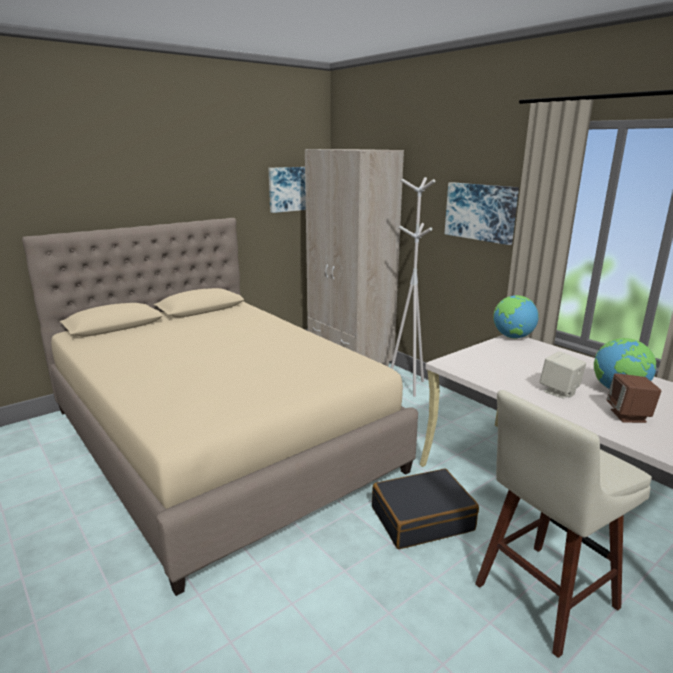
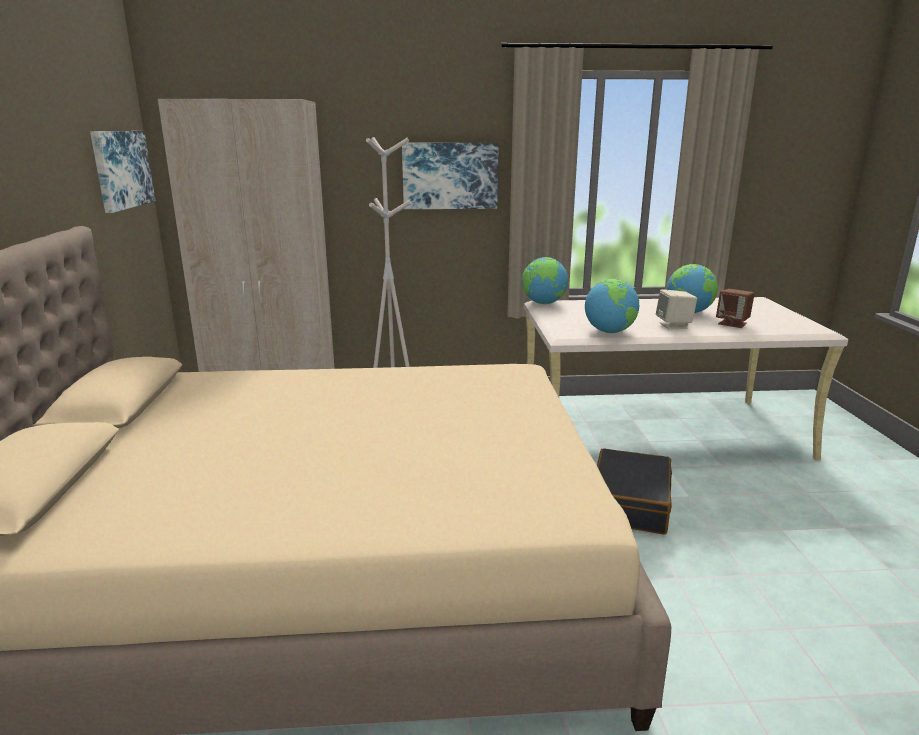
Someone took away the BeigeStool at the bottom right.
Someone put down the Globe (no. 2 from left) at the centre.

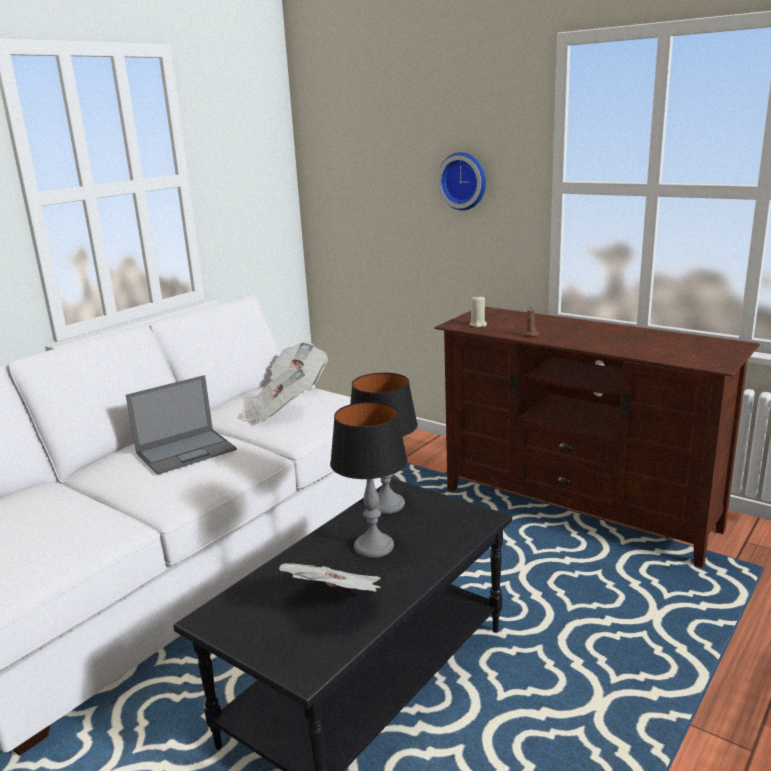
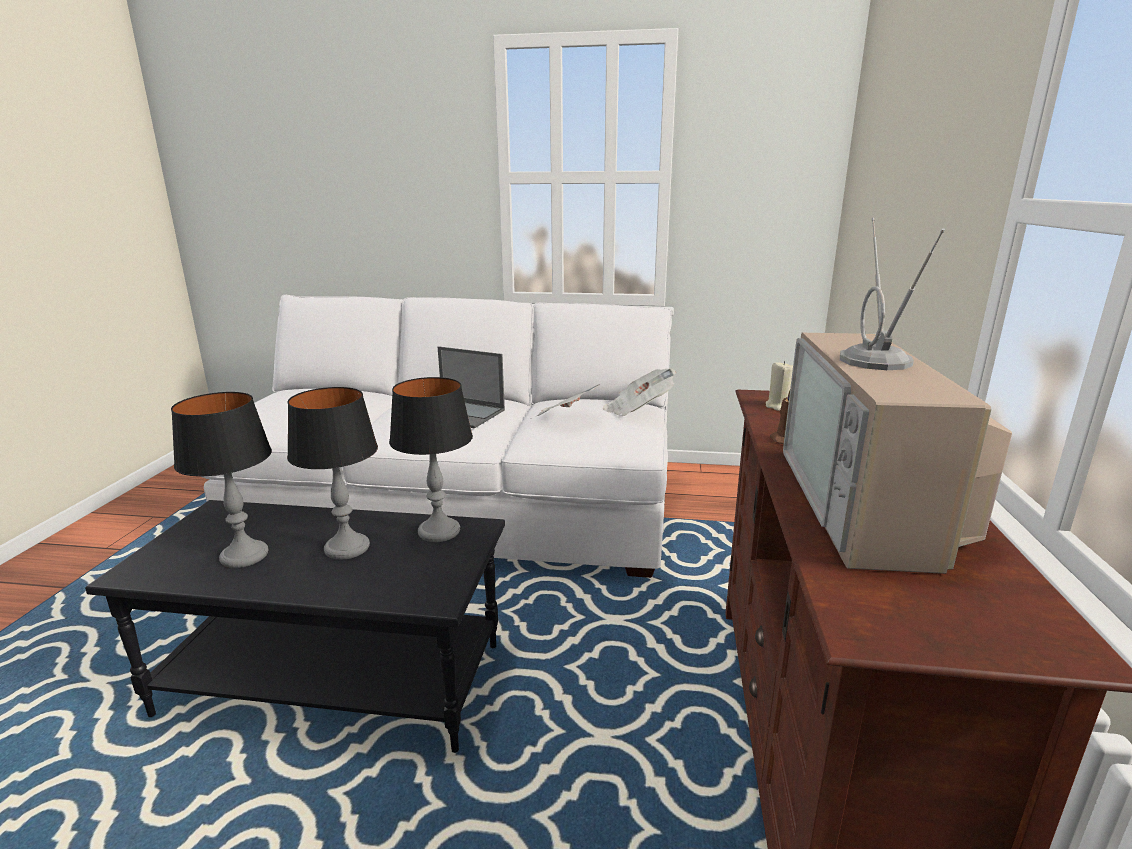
Someone took away the WallClock at the top centre.
Someone put down the Television at the middle right.
Someone swapped the Newspaper (no. 3 from left) at the bottom centre for the TableLamp (no. 1 from left) at the middle left.

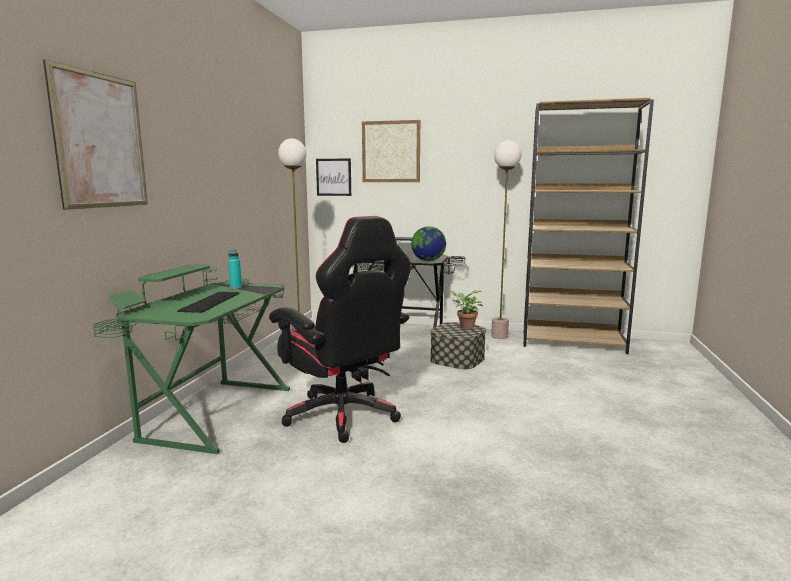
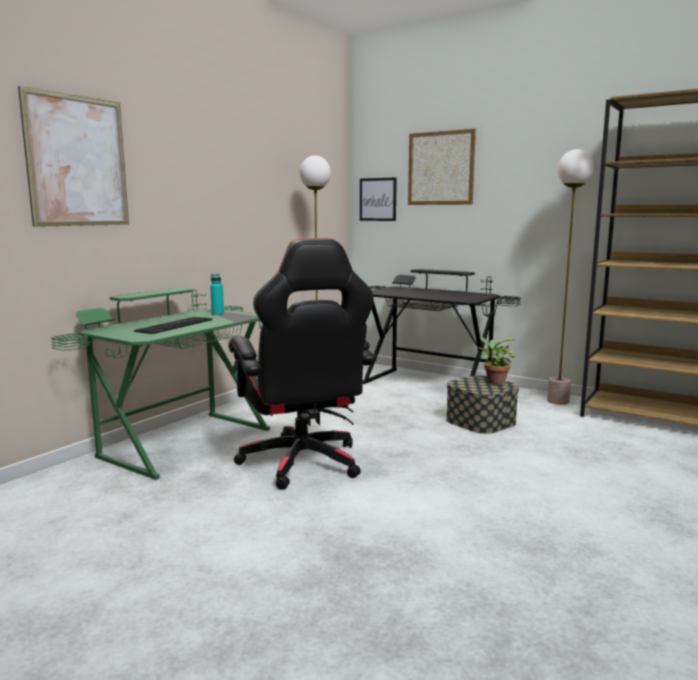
Someone took away the Globe at the centre.

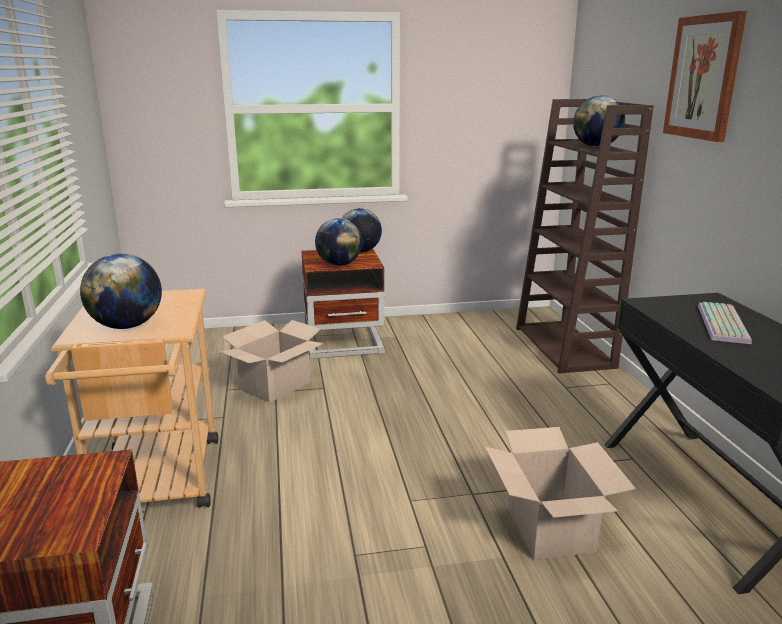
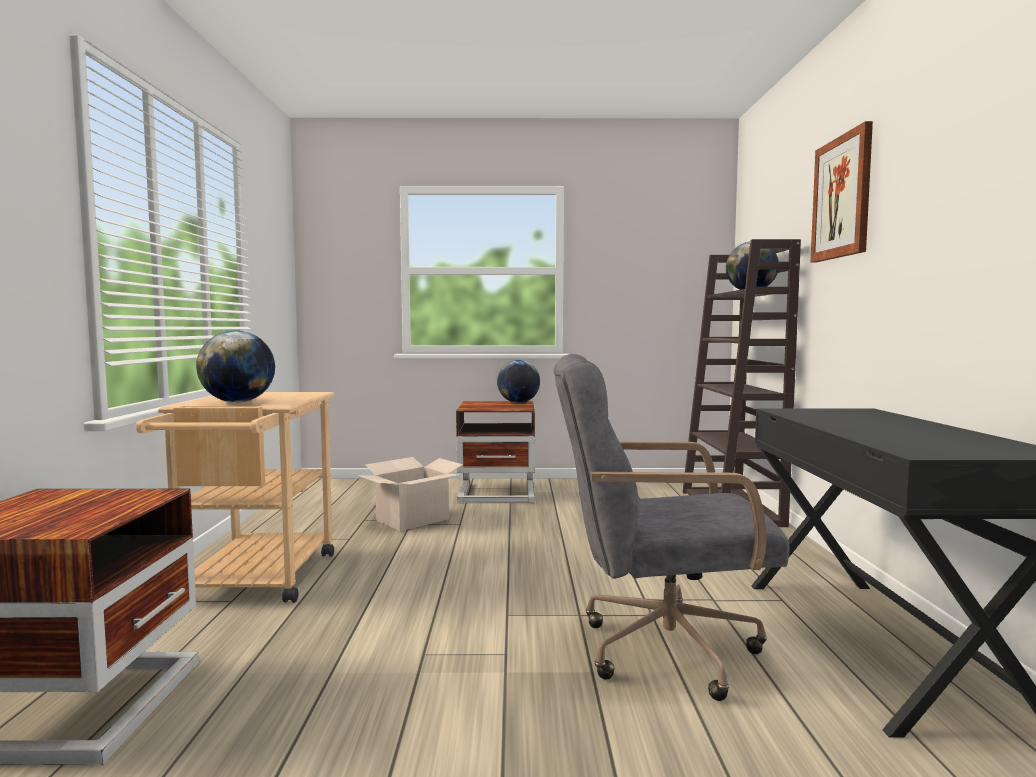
Someone took away the Globe (no. 2 from left) at the centre.
Someone took away the Keyboard at the middle right.
Someone swapped the CardboardBox (no. 2 from left) at the bottom right for the GreyOfficeChair at the bottom centre.

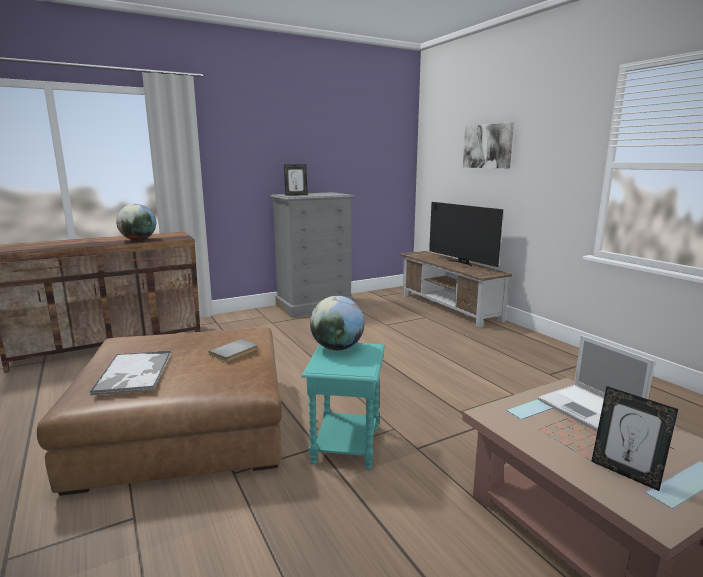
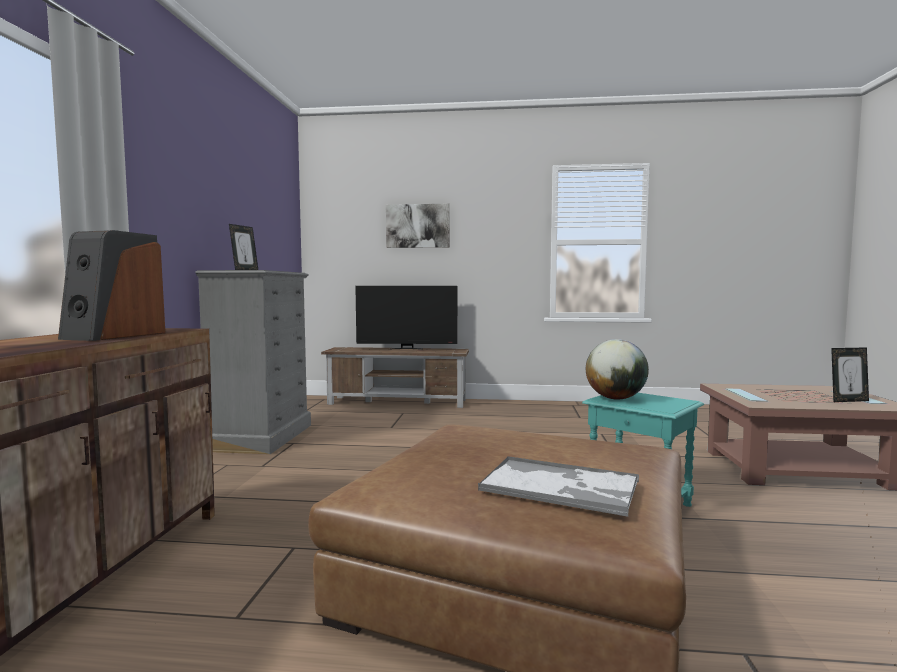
Someone took away the GreyBook at the middle left.
Someone took away the Laptop at the middle right.
Someone swapped the Globe (no. 1 from left) at the middle left for the Speaker at the middle left.

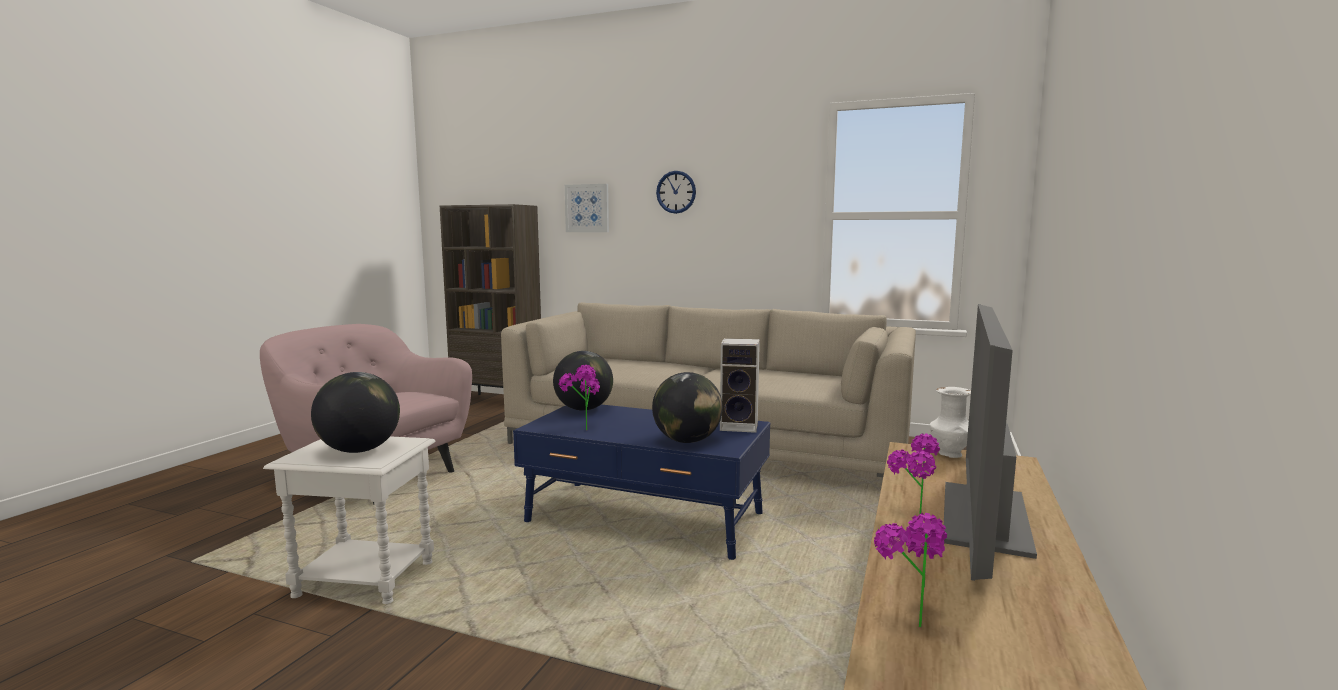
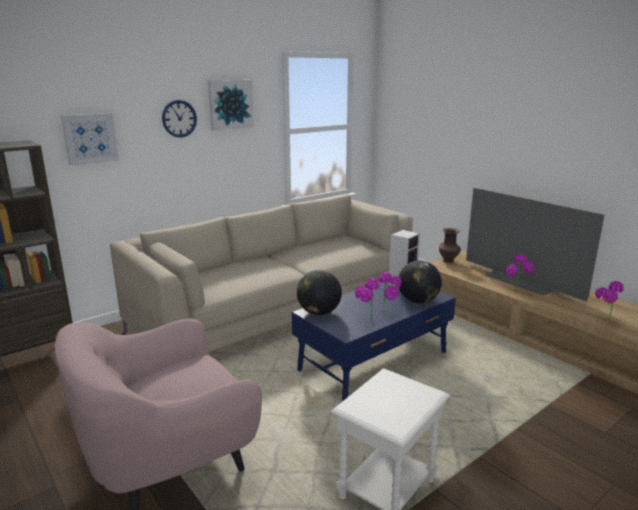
Someone took away the Globe (no. 1 from left) at the middle left.
Someone put up the Picture (no. 2 from left) at the top centre.
Someone put down the PottedPlant (no. 2 from left) at the centre.
Someone repainted the WhiteVase at the middle right, which became the BrownVase at the middle right.

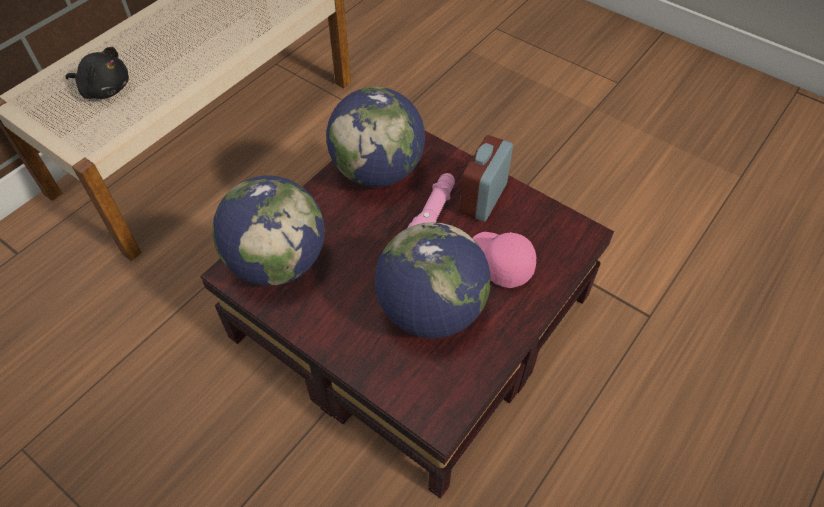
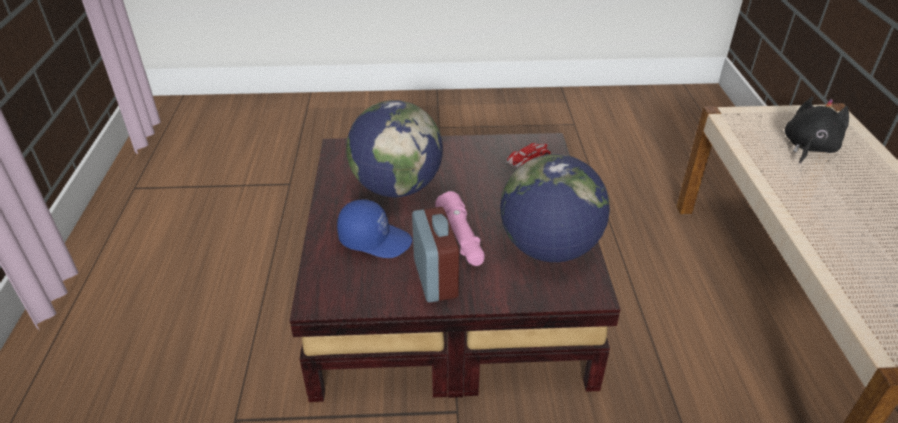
Someone swapped the Globe (no. 1 from left) at the middle left for the ToyCar at the centre.
Someone repainted the PinkCap at the centre, which became the BlueCap at the centre.
Someone rotated the BlackPlushToy at the top left by 150 degrees clockwise.

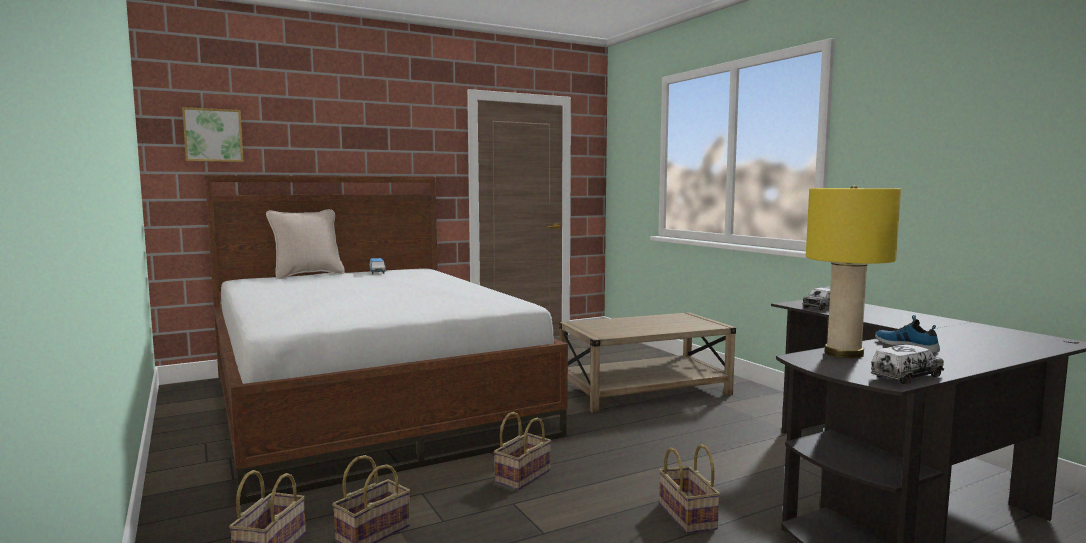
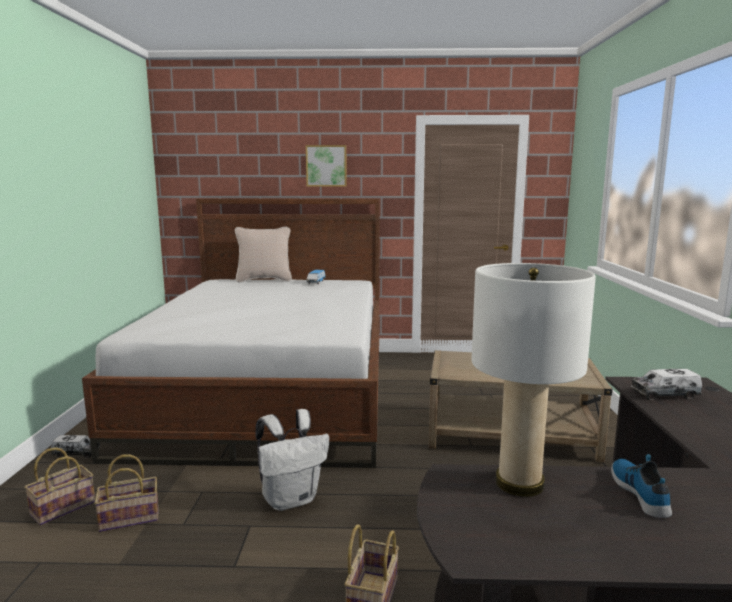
Someone carried the Picture from the top left to the top centre.
Someone carried the ToyTruck (no. 2 from left in the first image) from the bottom right to the bottom left.
Someone swapped the Basket (no. 3 from left) at the bottom centre for the WhiteBackpack at the bottom centre.
Someone repainted the YellowTableLamp at the middle right, which became the WhiteTableLamp at the middle right.

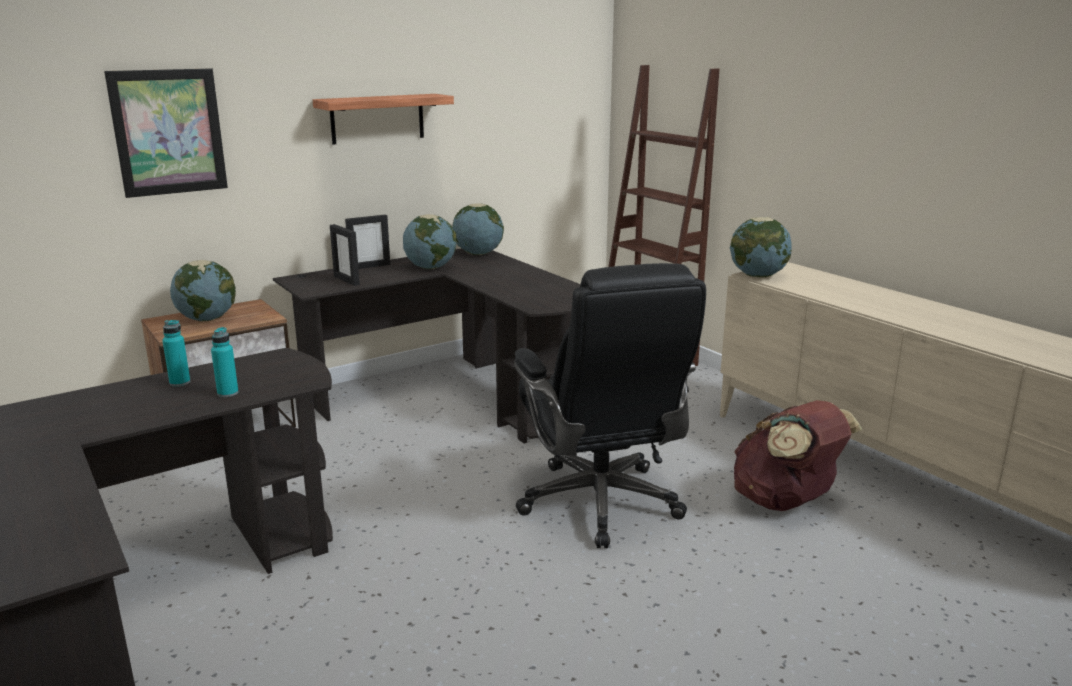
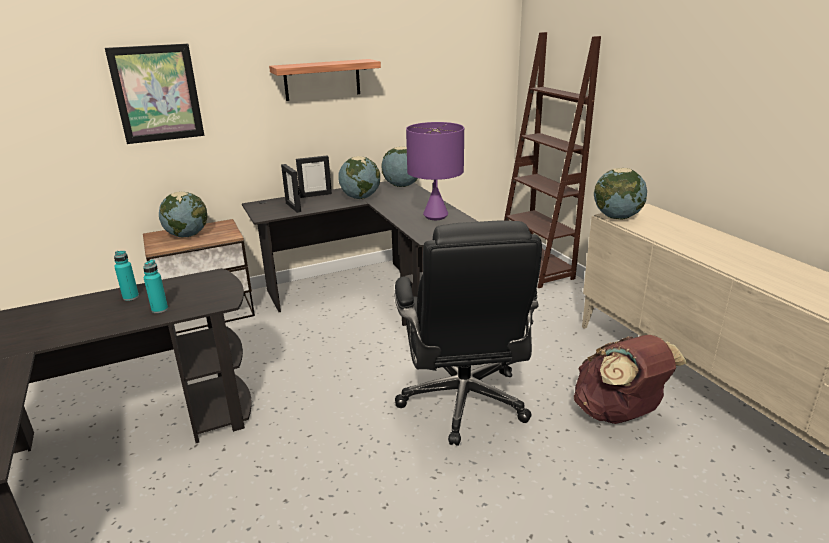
Someone put down the PurpleTableLamp at the top centre.

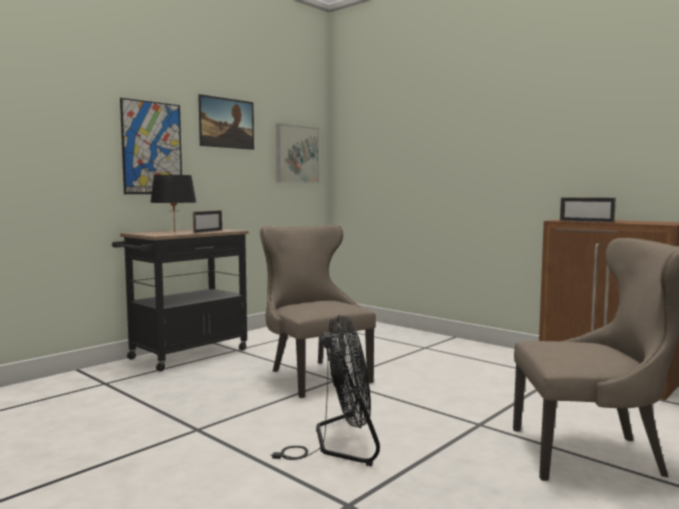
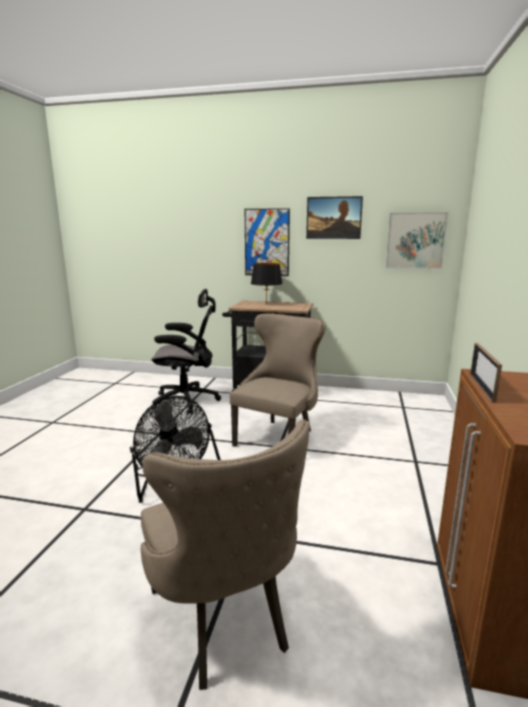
Someone took away the PictureFrame (no. 1 from left) at the middle left.
Someone put down the OfficeChair at the centre.

